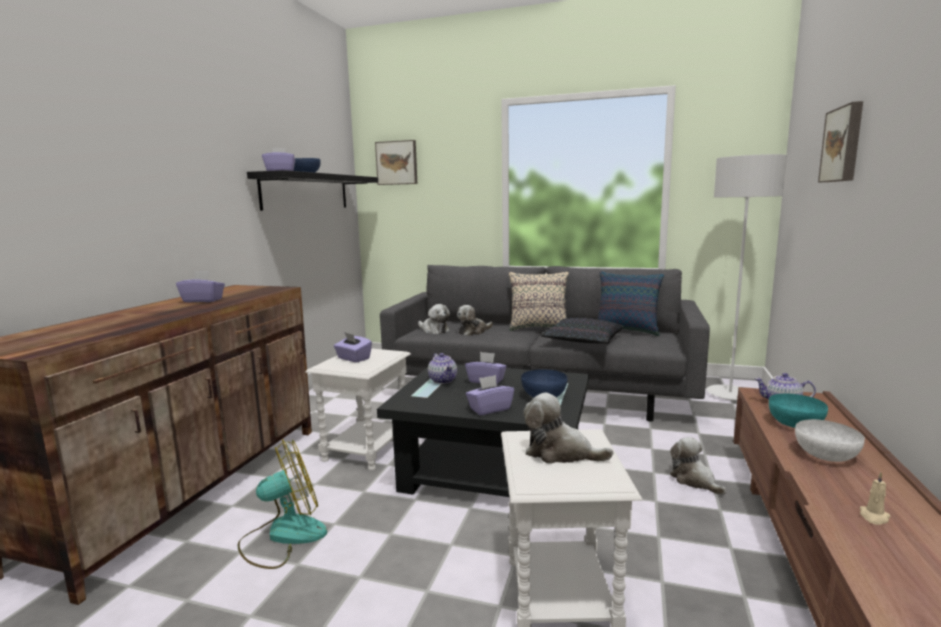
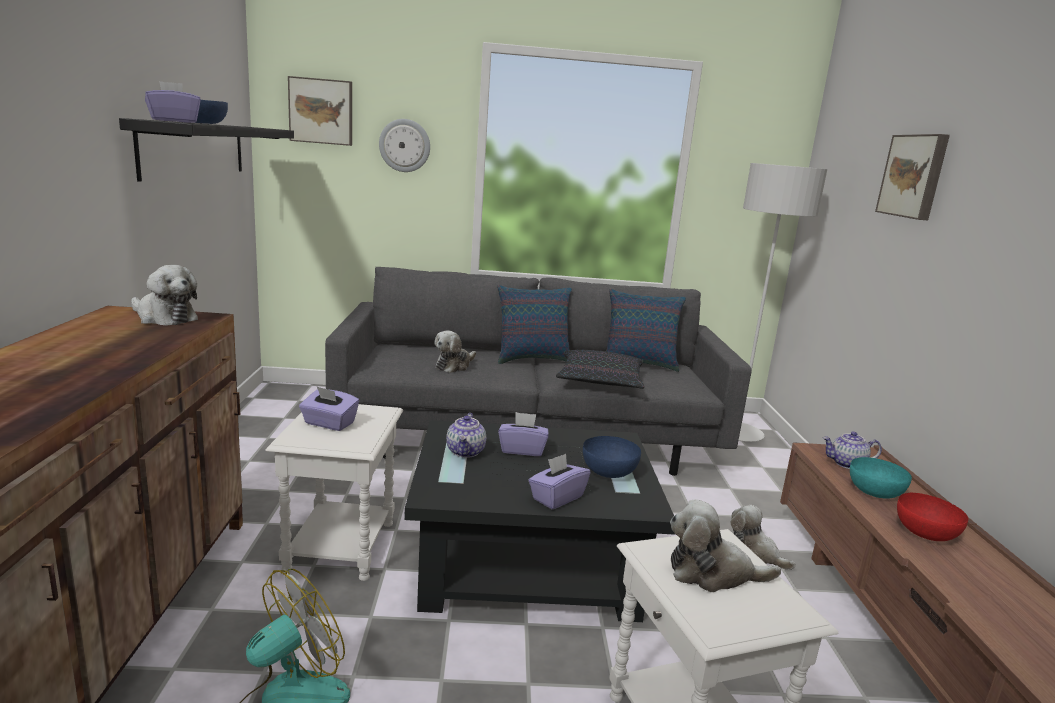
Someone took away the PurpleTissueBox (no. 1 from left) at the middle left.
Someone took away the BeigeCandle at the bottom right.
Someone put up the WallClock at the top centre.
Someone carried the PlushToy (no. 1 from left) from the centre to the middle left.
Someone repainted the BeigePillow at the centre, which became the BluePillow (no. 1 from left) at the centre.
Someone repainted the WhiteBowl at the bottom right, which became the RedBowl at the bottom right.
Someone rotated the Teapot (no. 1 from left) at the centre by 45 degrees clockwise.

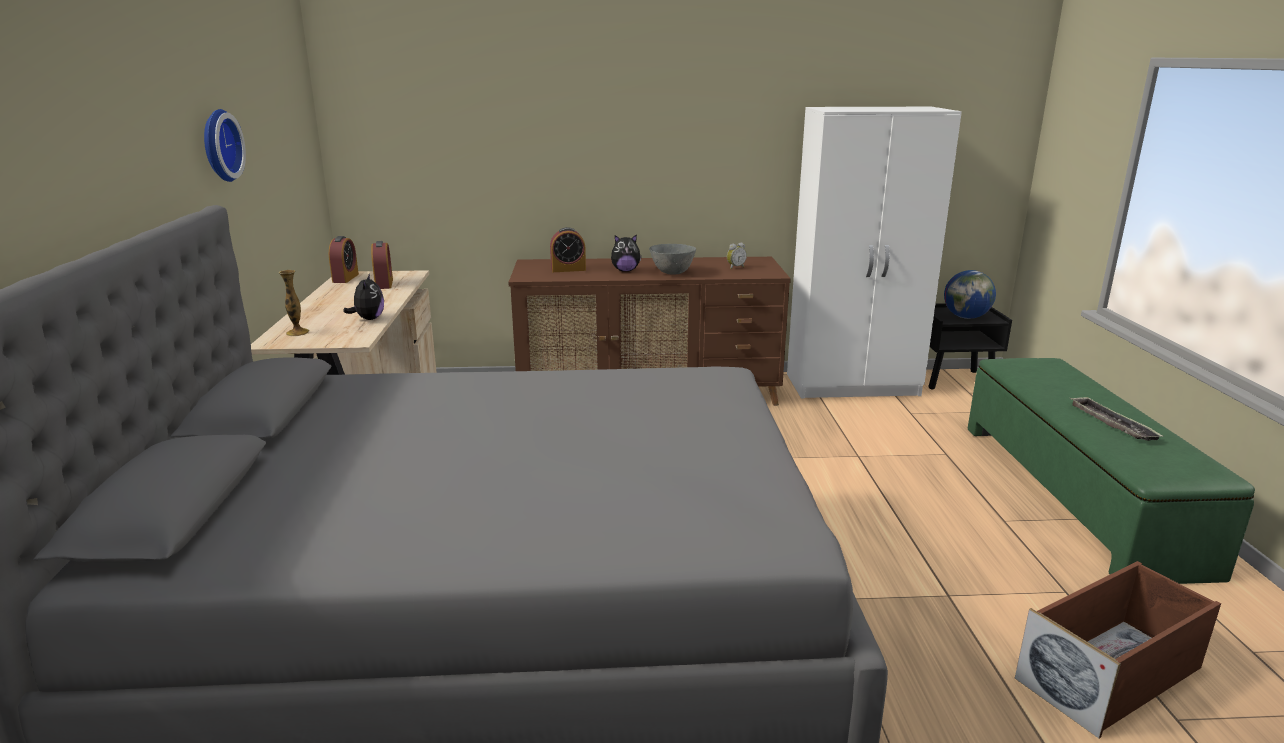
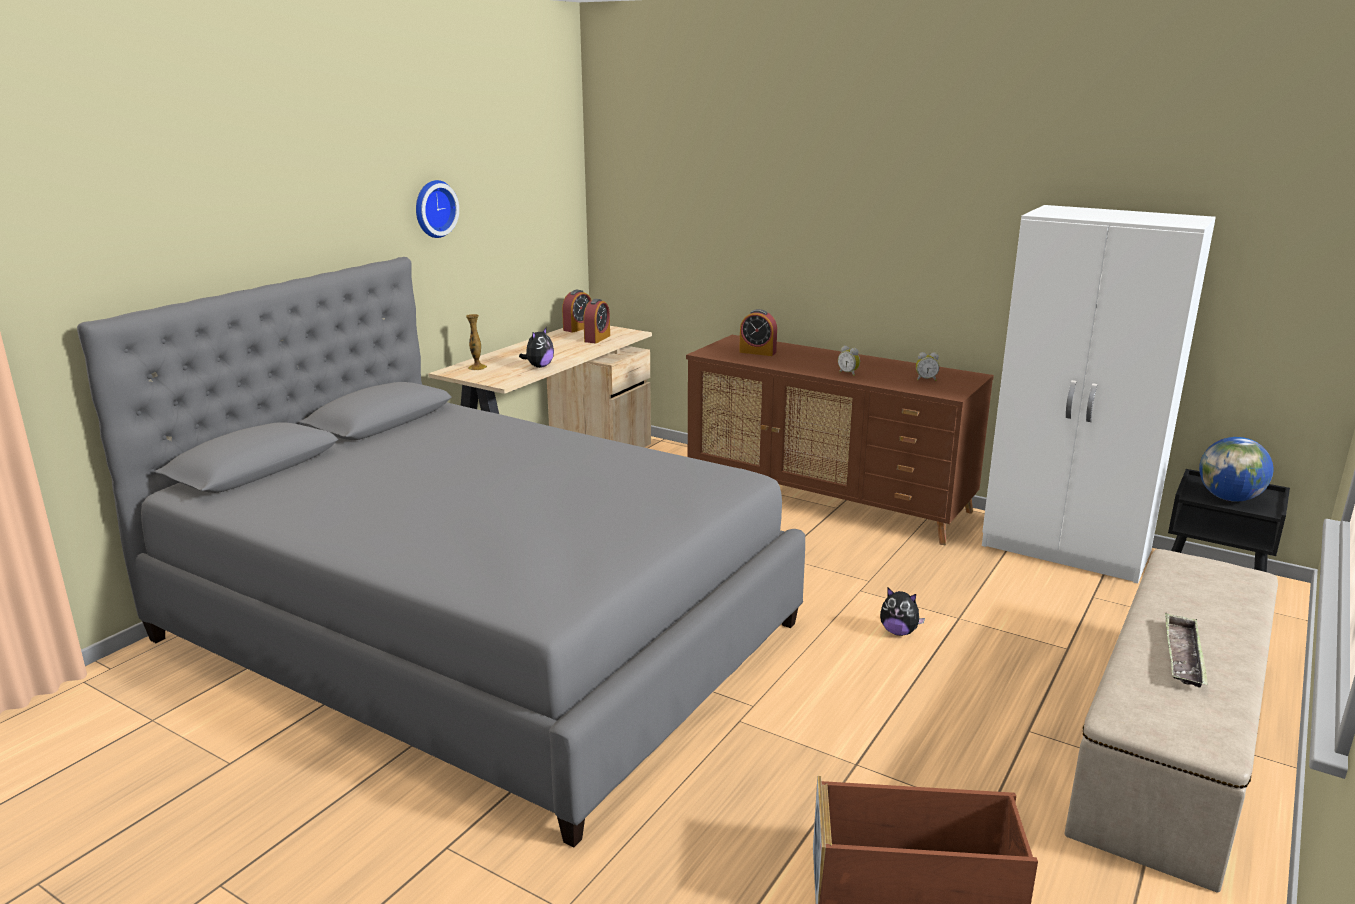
Someone carried the PlushToy (no. 2 from left) from the centre to the bottom centre.
Someone swapped the GreyBowl at the centre for the AlarmClock (no. 4 from left) at the centre.
Someone repainted the GreenBench at the middle right, which became the BeigeBench at the bottom right.

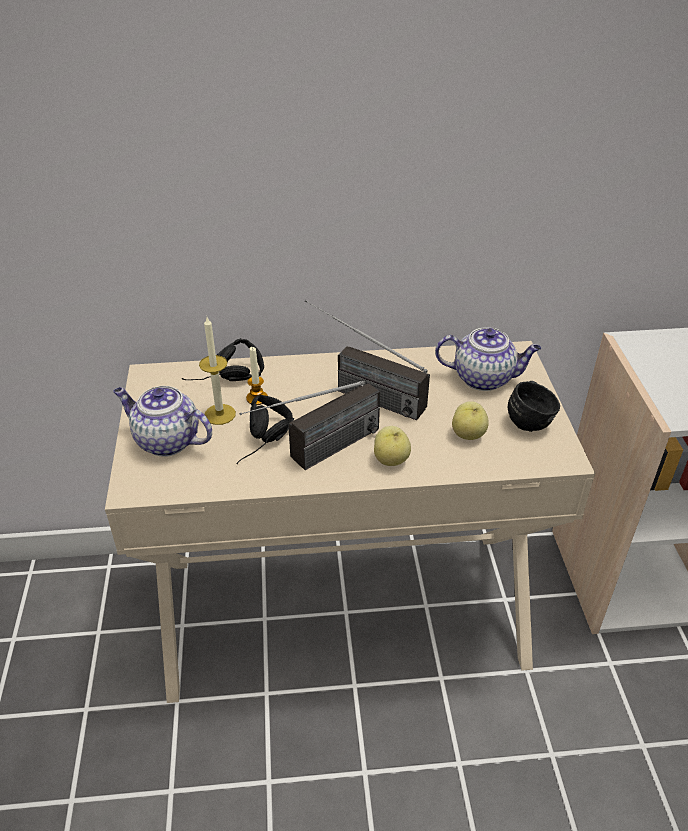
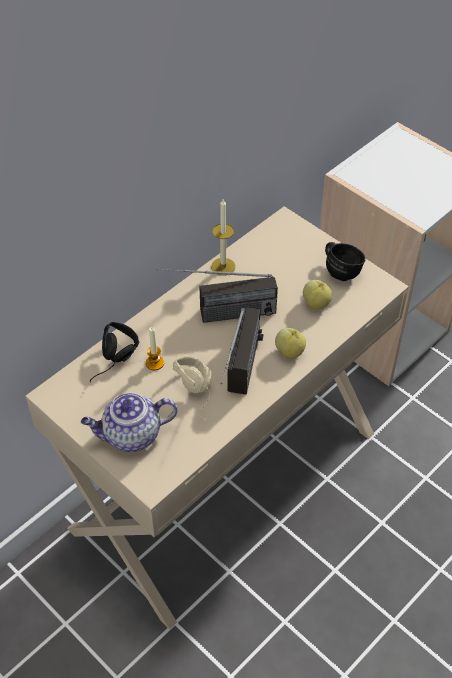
Someone took away the Teapot (no. 2 from left) at the middle right.
Someone carried the Candle (no. 1 from left in the first image) from the middle left to the centre.
Someone repainted the BlackHeadphones (no. 2 from left) at the centre, which became the BeigeHeadphones at the centre.

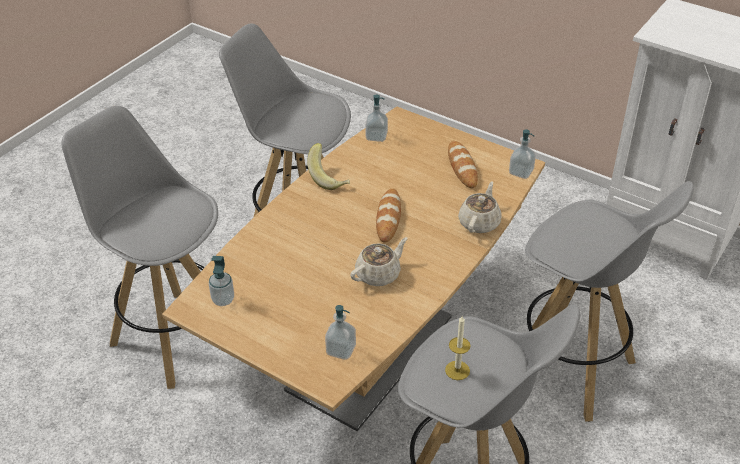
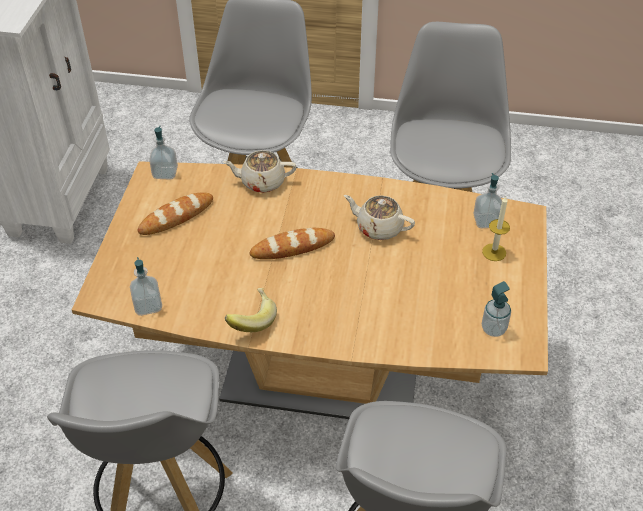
Someone carried the Candle from the bottom centre to the middle right.

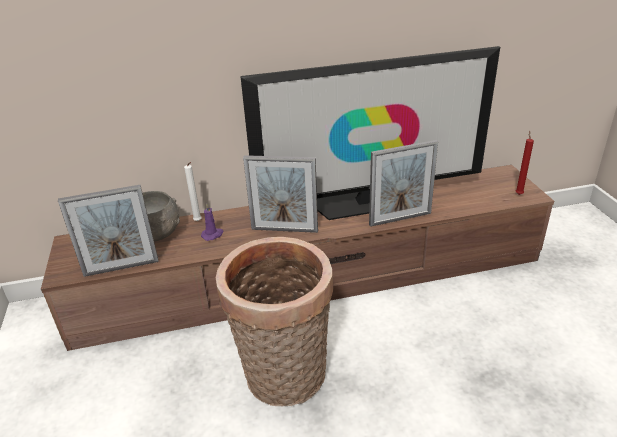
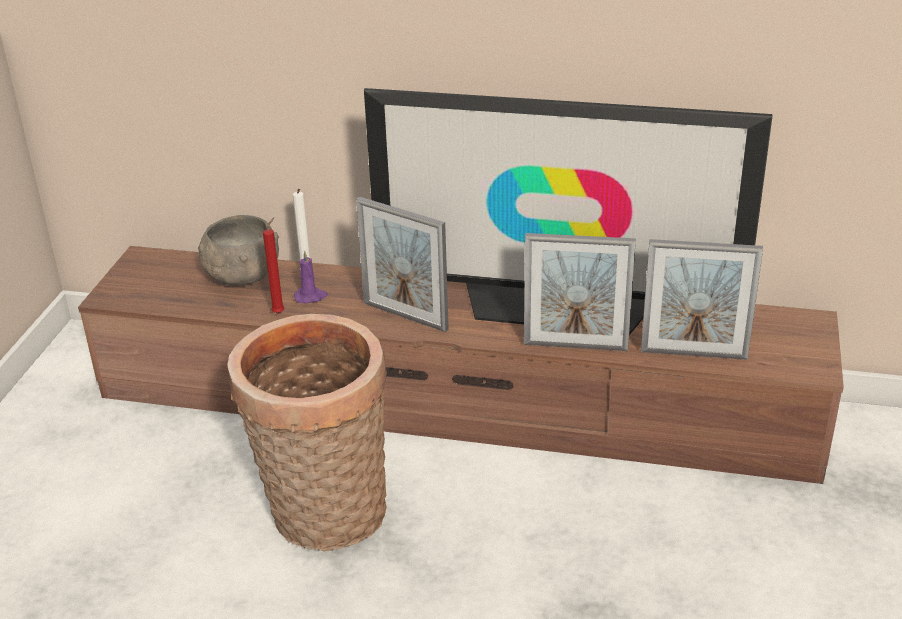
Someone carried the PictureFrame (no. 1 from left in the first image) from the middle left to the middle right.
Someone carried the RedCandle from the middle right to the middle left.

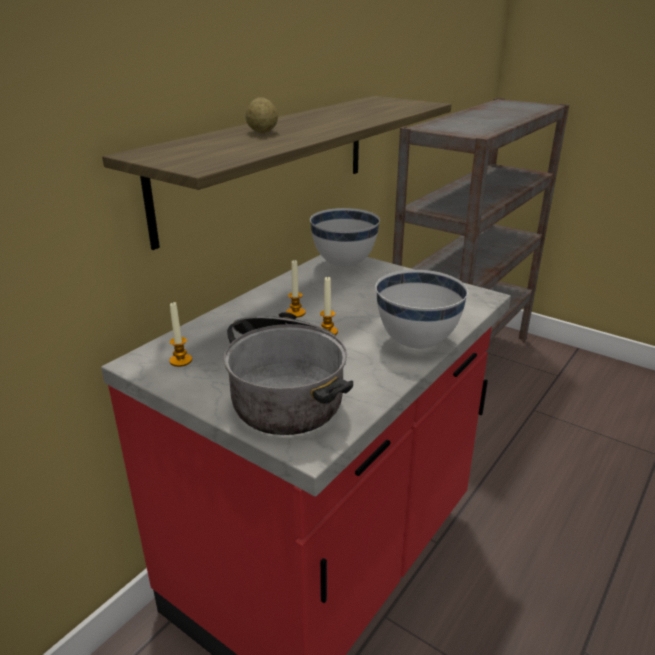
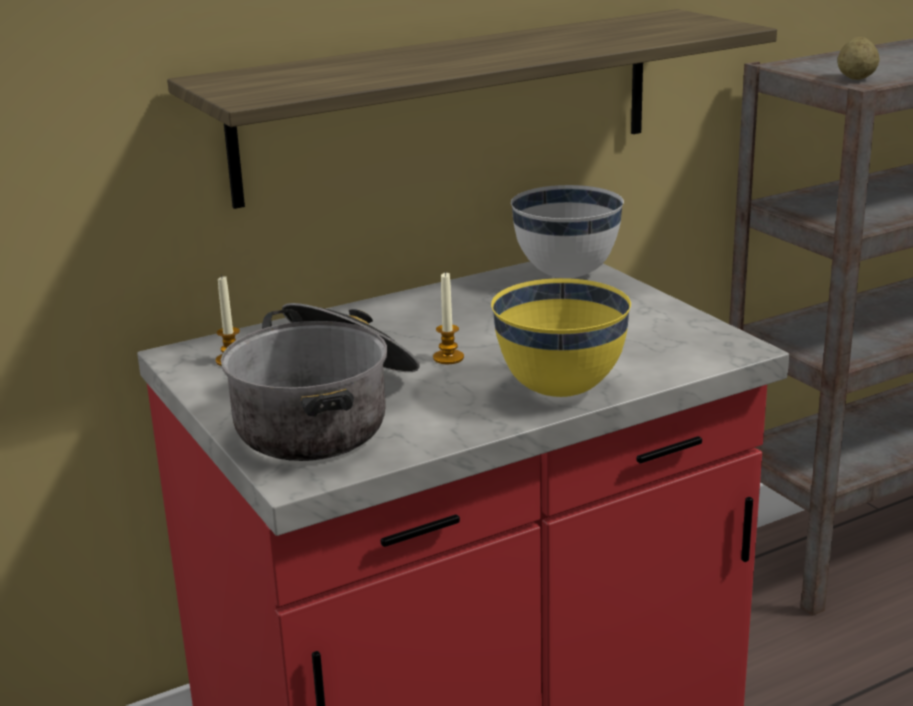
Someone took away the Candle (no. 2 from left) at the centre.
Someone carried the Potato from the top centre to the top right.
Someone repainted the WhiteBowl (no. 2 from left) at the centre, which became the YellowBowl at the centre.

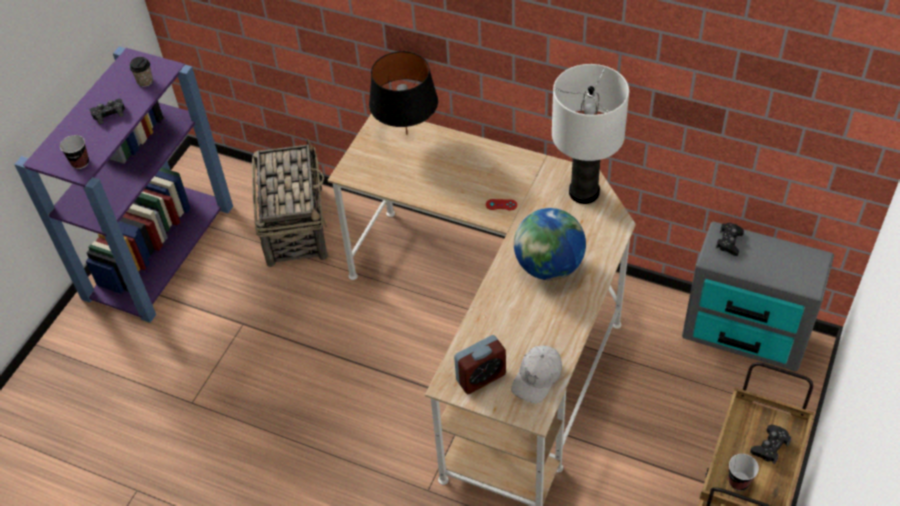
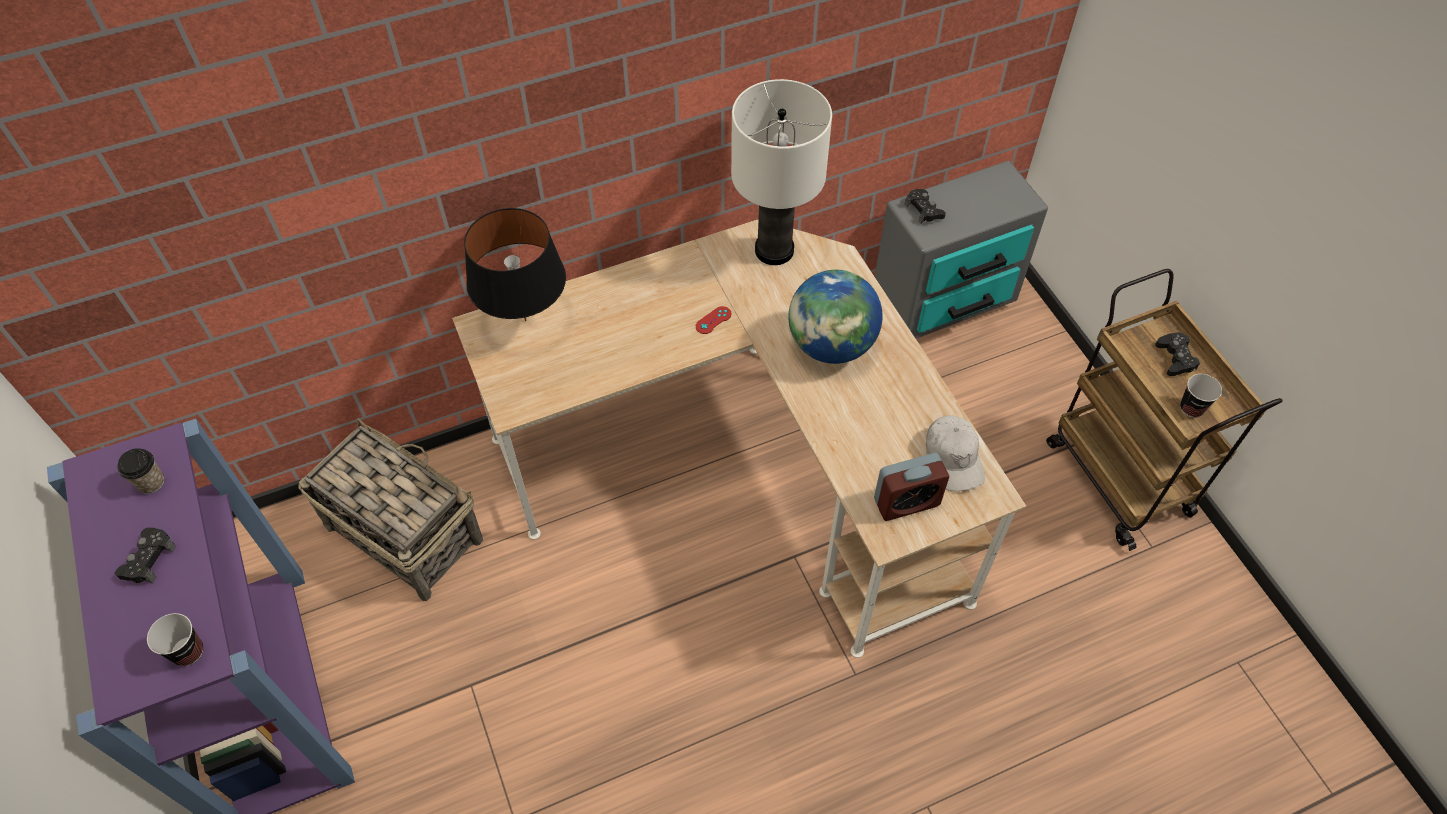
Someone rotated the AlarmClock at the bottom centre by 60 degrees clockwise.

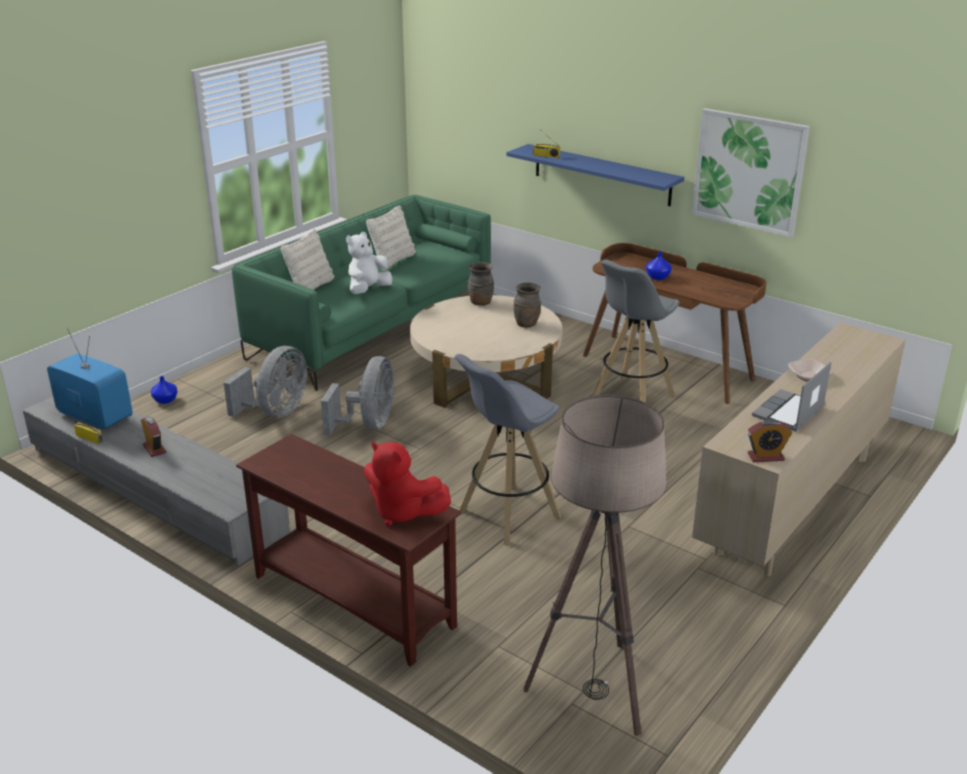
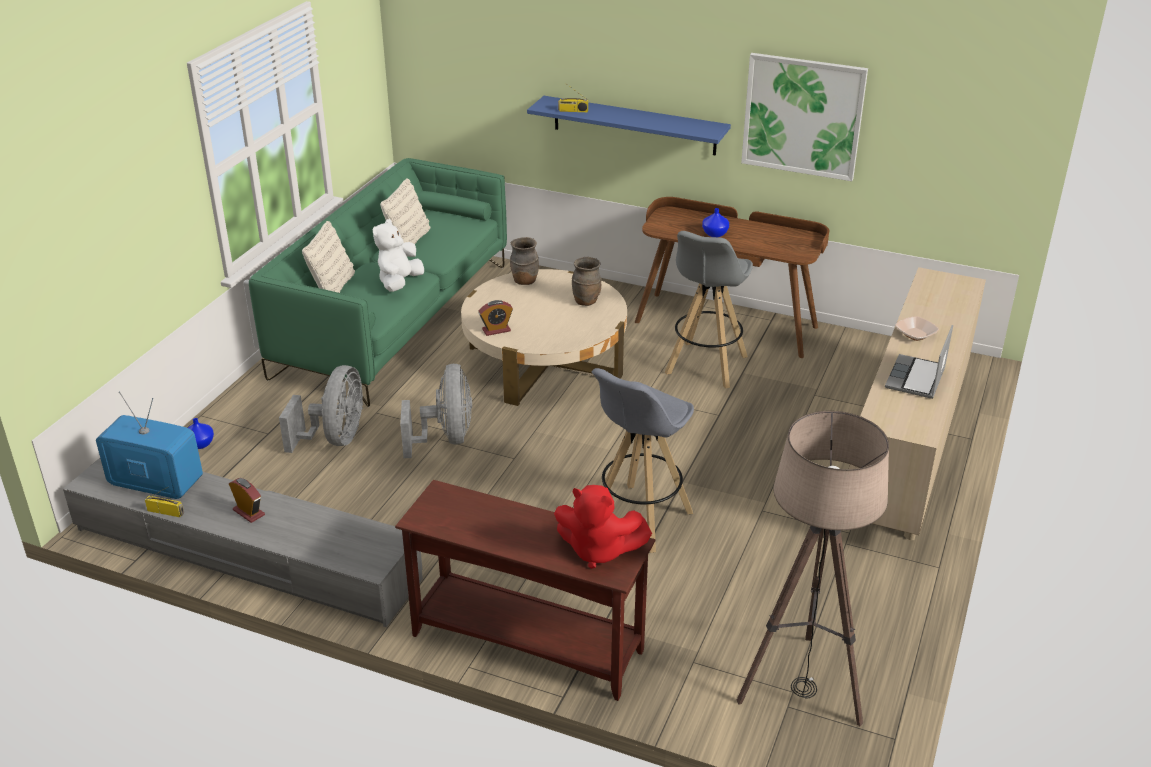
Someone carried the AlarmClock (no. 2 from left) from the middle right to the centre.

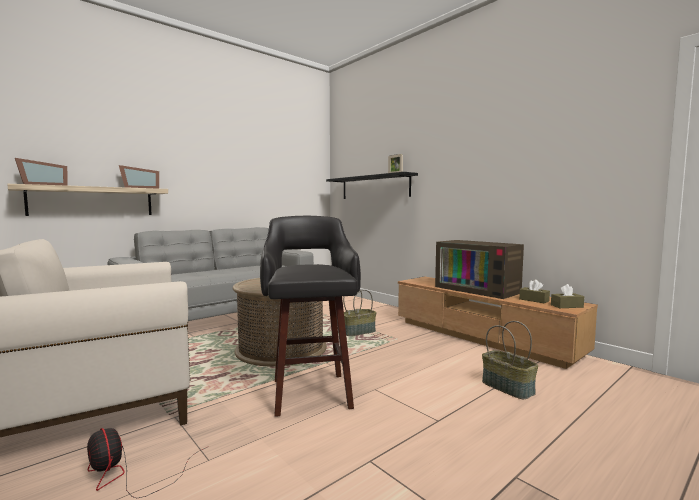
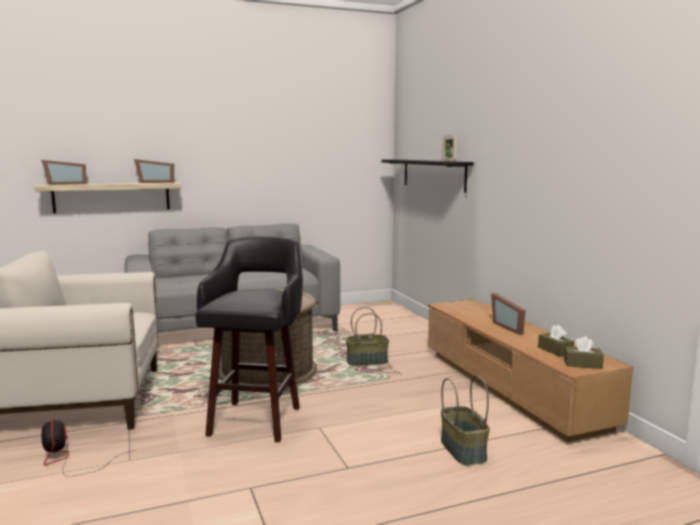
Someone swapped the Television at the middle right for the PictureFrame (no. 4 from left) at the middle right.

